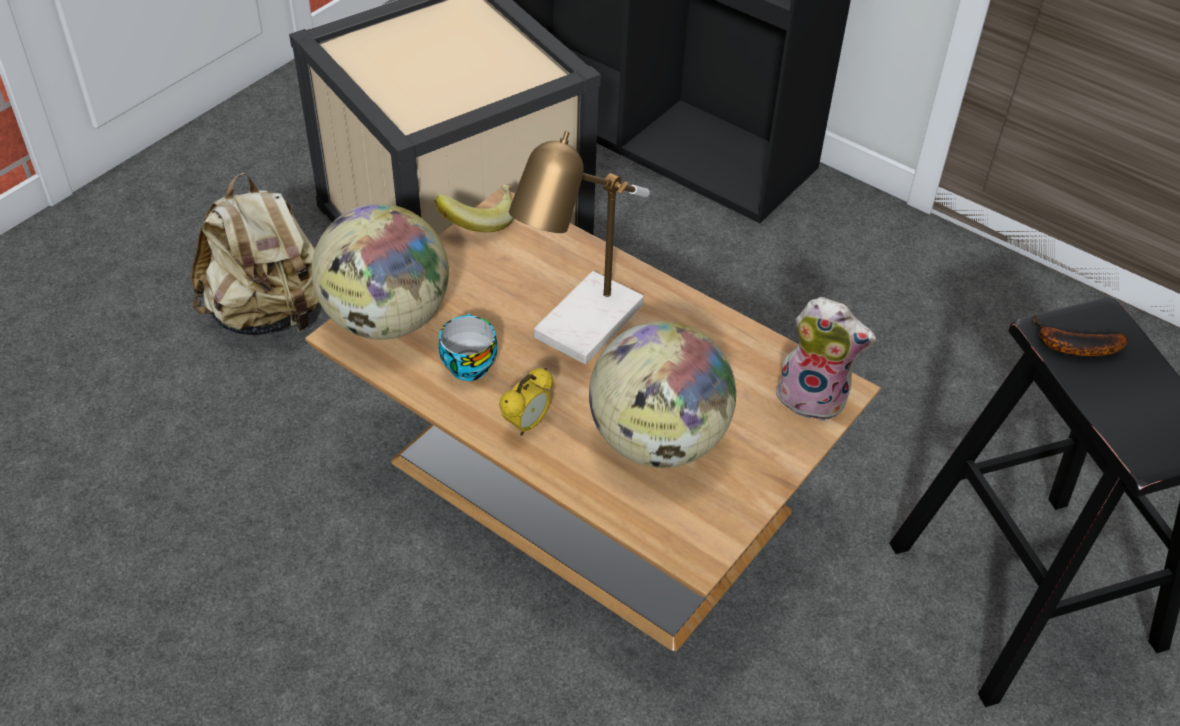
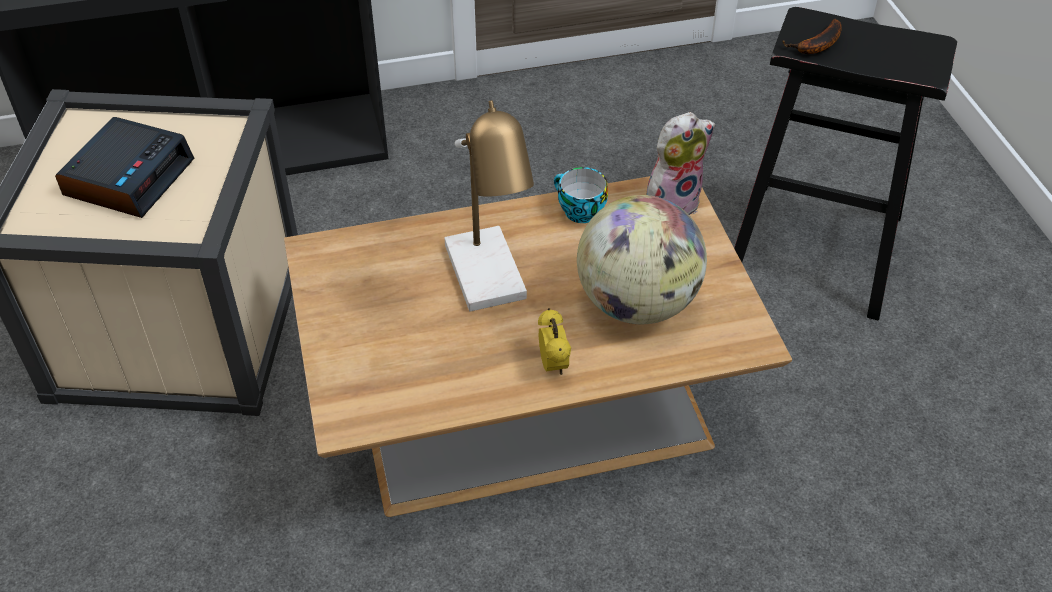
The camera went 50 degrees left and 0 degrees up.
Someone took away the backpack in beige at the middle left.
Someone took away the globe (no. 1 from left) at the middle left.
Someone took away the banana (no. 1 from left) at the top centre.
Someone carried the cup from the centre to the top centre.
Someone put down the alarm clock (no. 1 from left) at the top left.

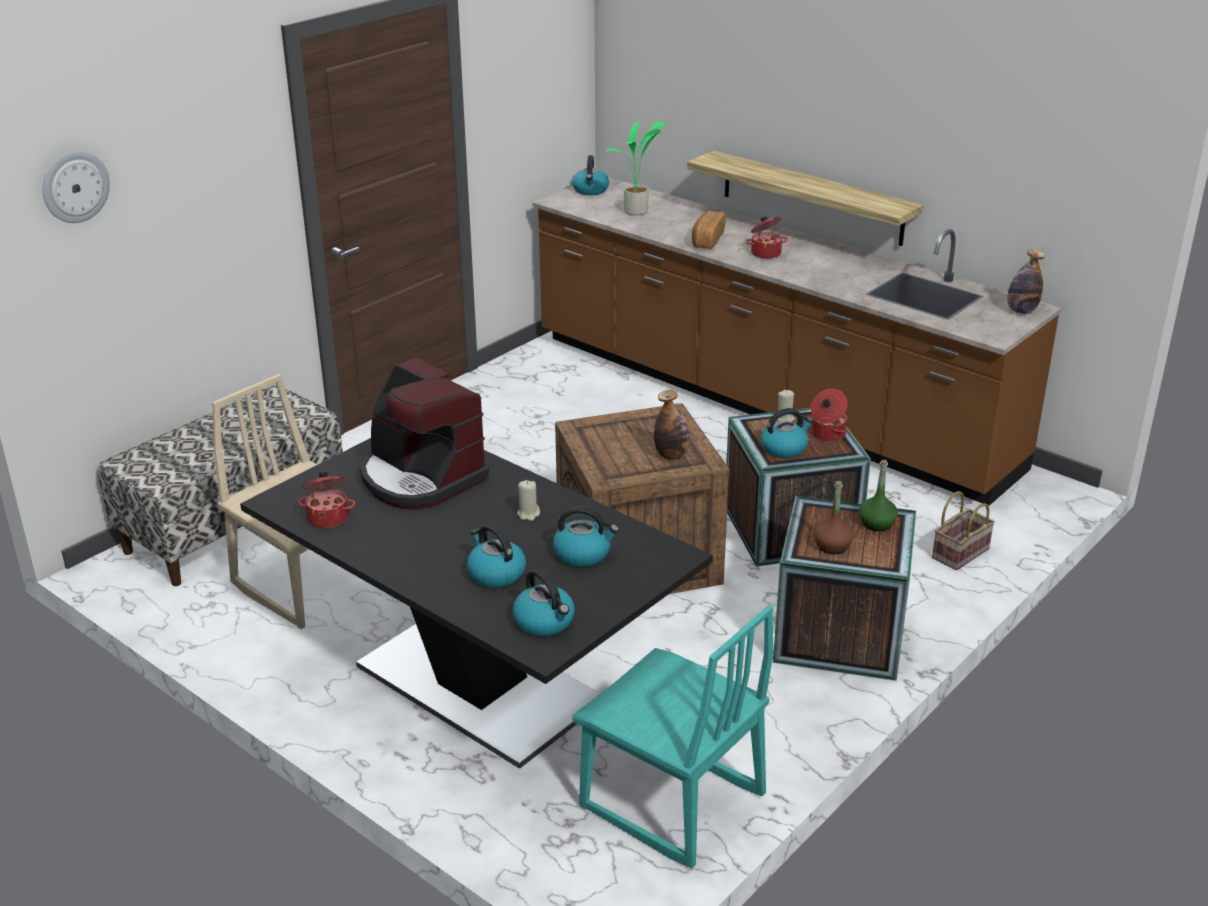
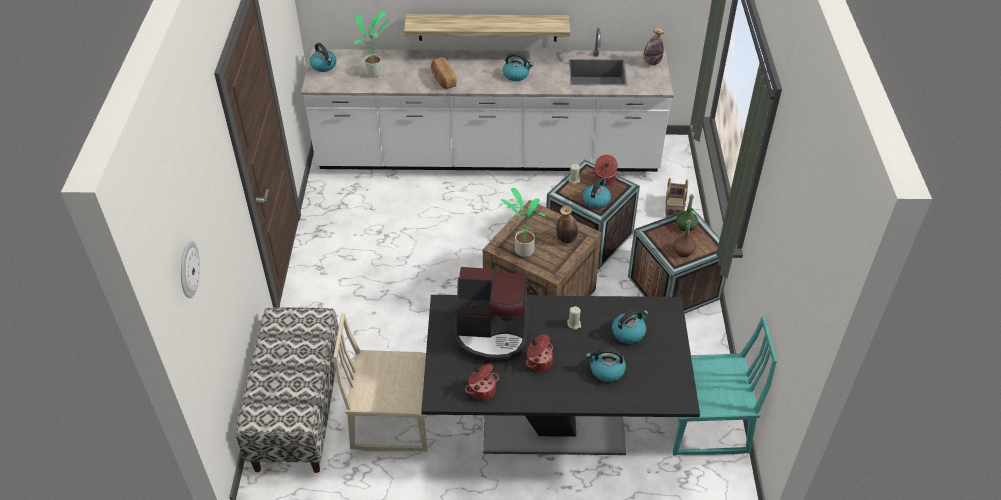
The camera went 40 degrees left and 15 degrees up.
Someone carried the kettle (no. 2 from left) from the centre to the top centre.
Someone repainted the counter in brown at the centre, which became the counter in white at the top centre.
Someone carried the cooking pot (no. 2 from left) from the top centre to the bottom centre.
Someone put down the potted plant (no. 2 from left) at the centre.

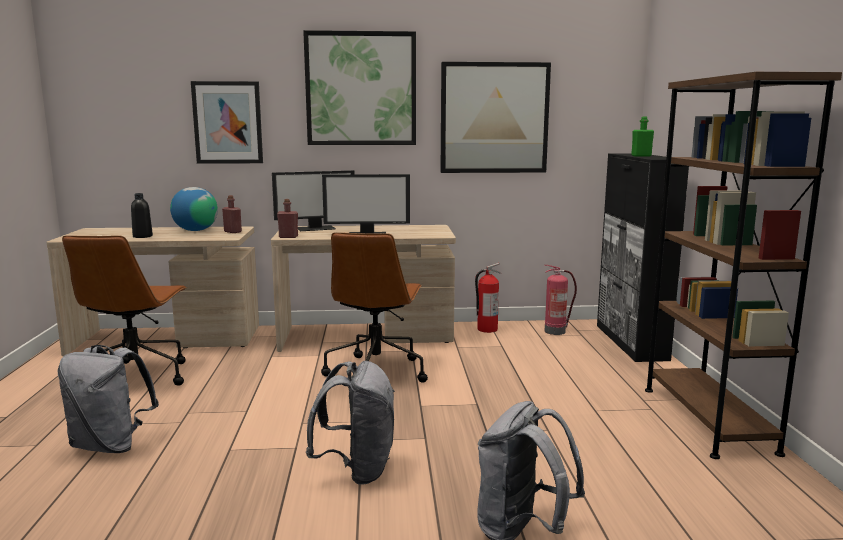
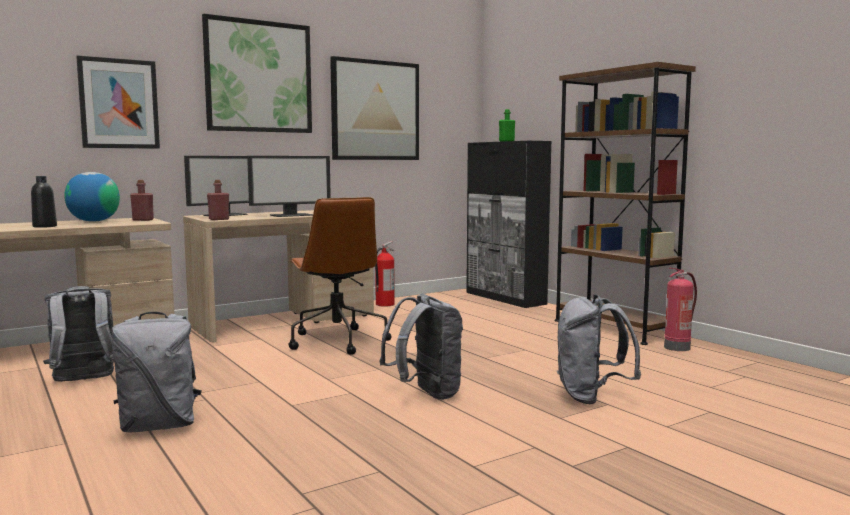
The camera went 30 degrees left and 5 degrees down.
Someone swapped the office chair in brown (no. 1 from left) at the middle left for the backpack in grey (no. 1 from left) at the middle left.
Someone carried the fire extinguisher (no. 2 from left) from the centre to the middle right.

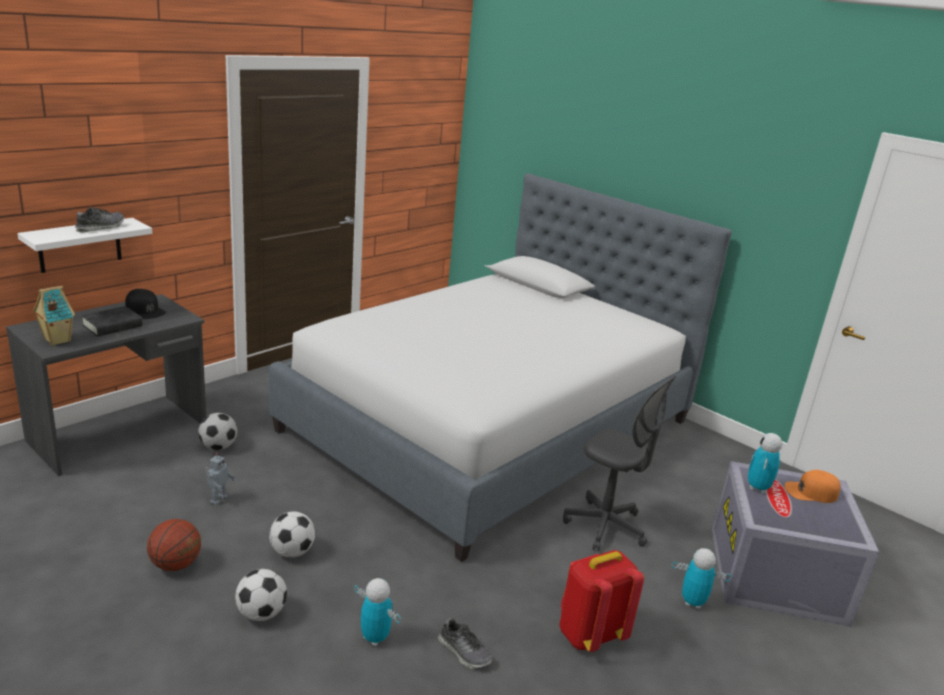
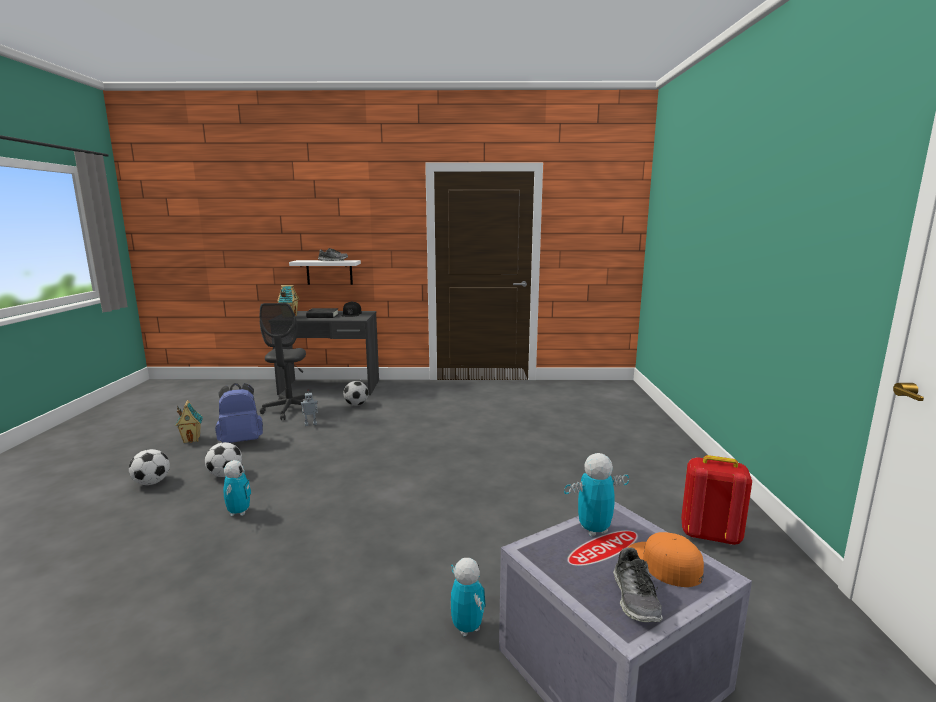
The camera went 50 degrees right and 10 degrees down.
Someone swapped the basketball at the bottom left for the backpack in blue at the middle left.
Someone took away the bed at the centre.
Someone carried the football (no. 3 from left in the first image) from the bottom left to the middle left.
Someone carried the shoe (no. 2 from left) from the bottom centre to the bottom right.
Someone carried the backpack in red from the bottom centre to the bottom right.
Someone carried the office chair in grey from the centre to the middle left.
Someone put down the toy house (no. 1 from left) at the middle left.

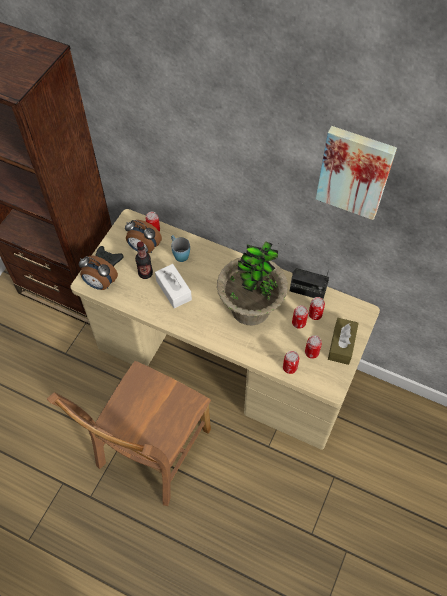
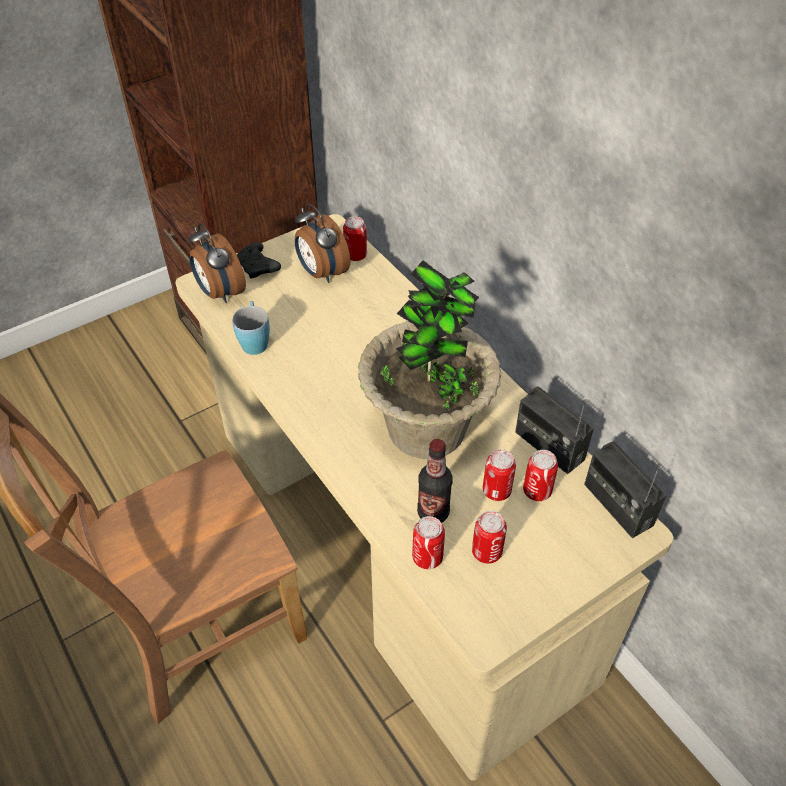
The camera went 30 degrees right and 10 degrees down.
Someone carried the bottle from the middle left to the centre.
Someone took away the tissue box in white at the centre.
Someone carried the mug in blue from the centre to the middle left.
Someone took away the picture at the top right.
Someone took away the tissue box in brown at the middle right.
Someone put down the radio (no. 2 from left) at the middle right.

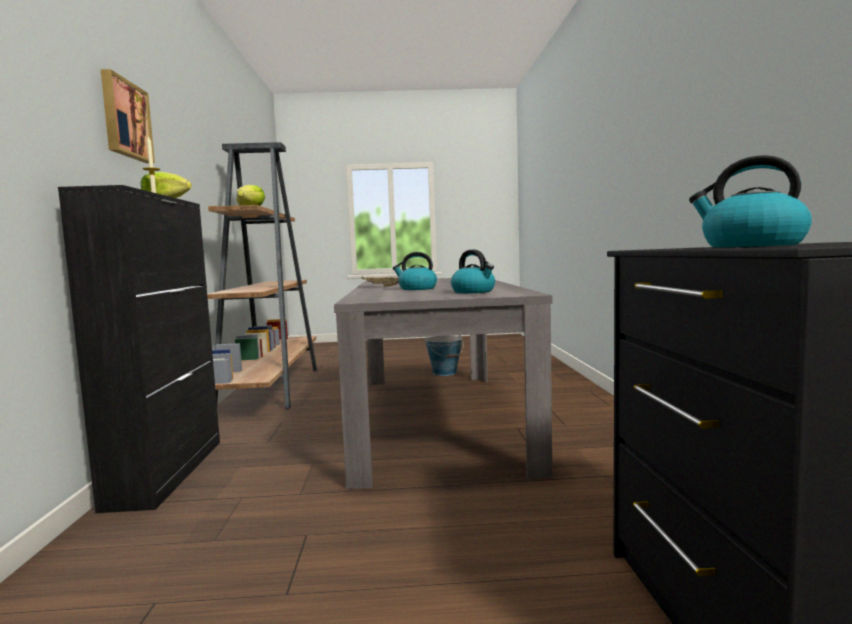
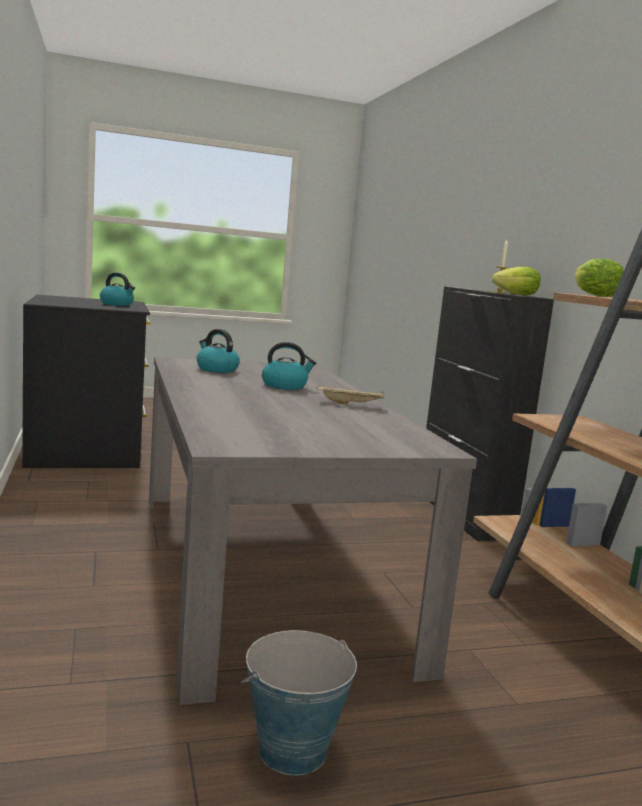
The camera went 165 degrees right and 5 degrees up.
Someone took away the picture at the top left.

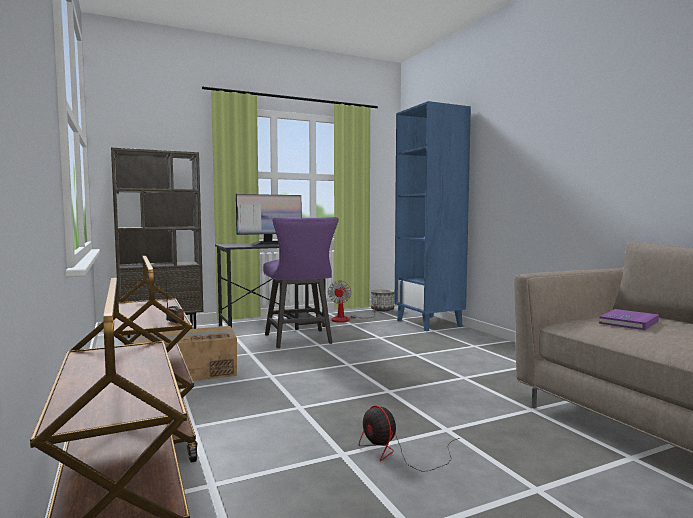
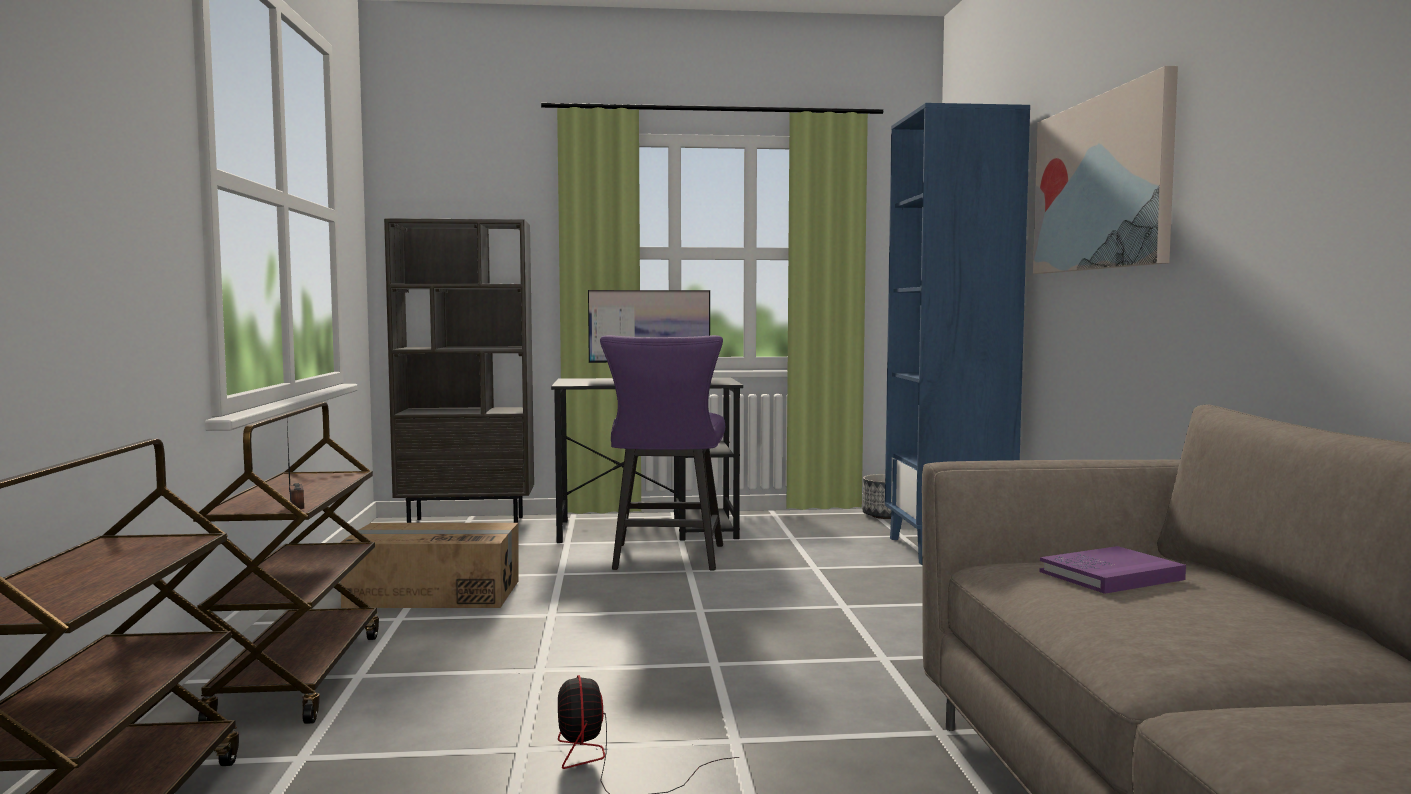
The camera went 20 degrees right and 0 degrees up.
Someone took away the fan (no. 1 from left) at the centre.
Someone put up the picture at the top right.

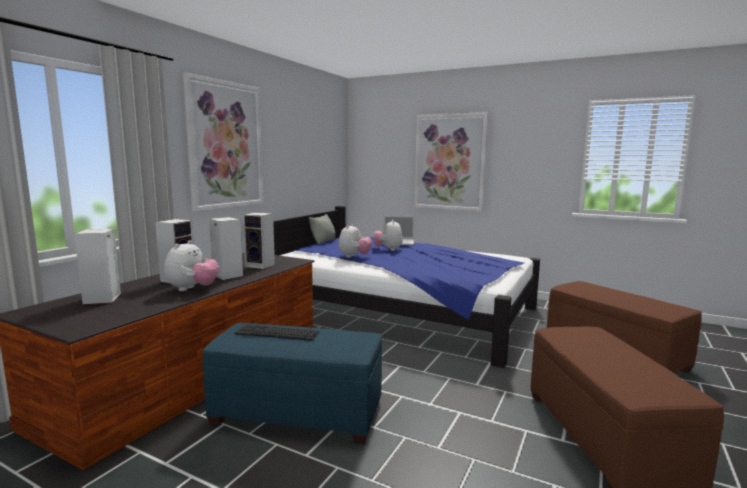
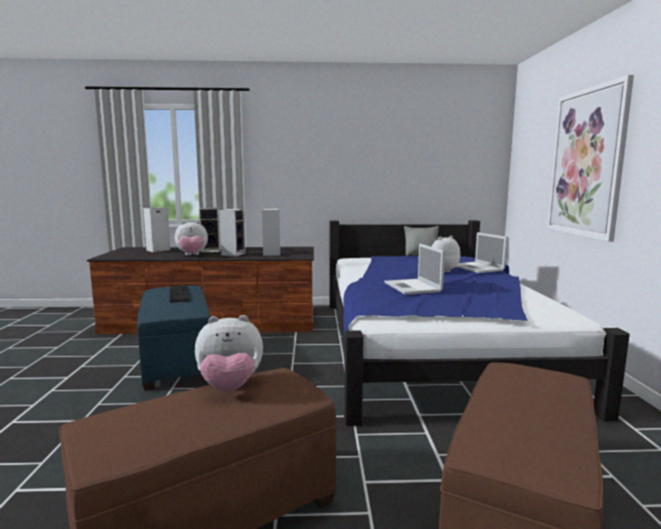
The camera went 60 degrees right and 0 degrees up.
Someone took away the picture (no. 1 from left) at the top left.
Someone carried the plush toy (no. 2 from left) from the centre to the bottom centre.
Someone put down the laptop (no. 1 from left) at the centre.

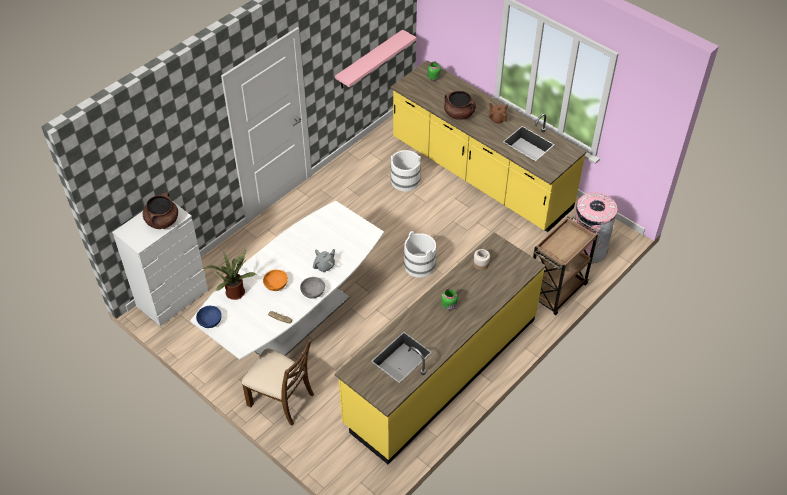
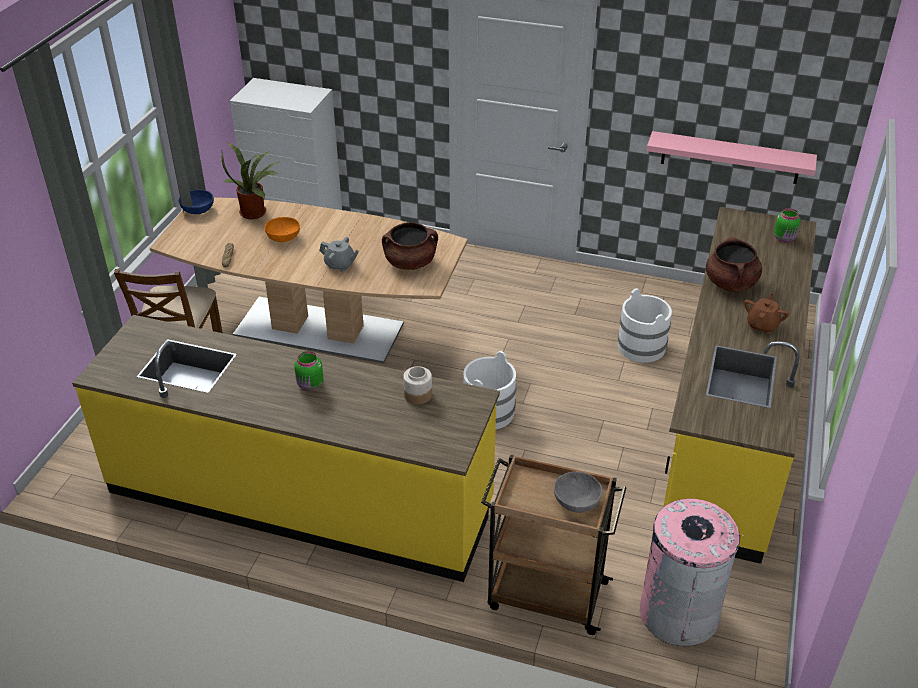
The camera went 65 degrees right and 10 degrees down.
Someone carried the cooking pot in brown (no. 1 from left) from the middle left to the centre.
Someone repainted the dining table in white at the centre, which became the dining table in brown at the centre.
Someone carried the bowl in grey from the centre to the bottom centre.

